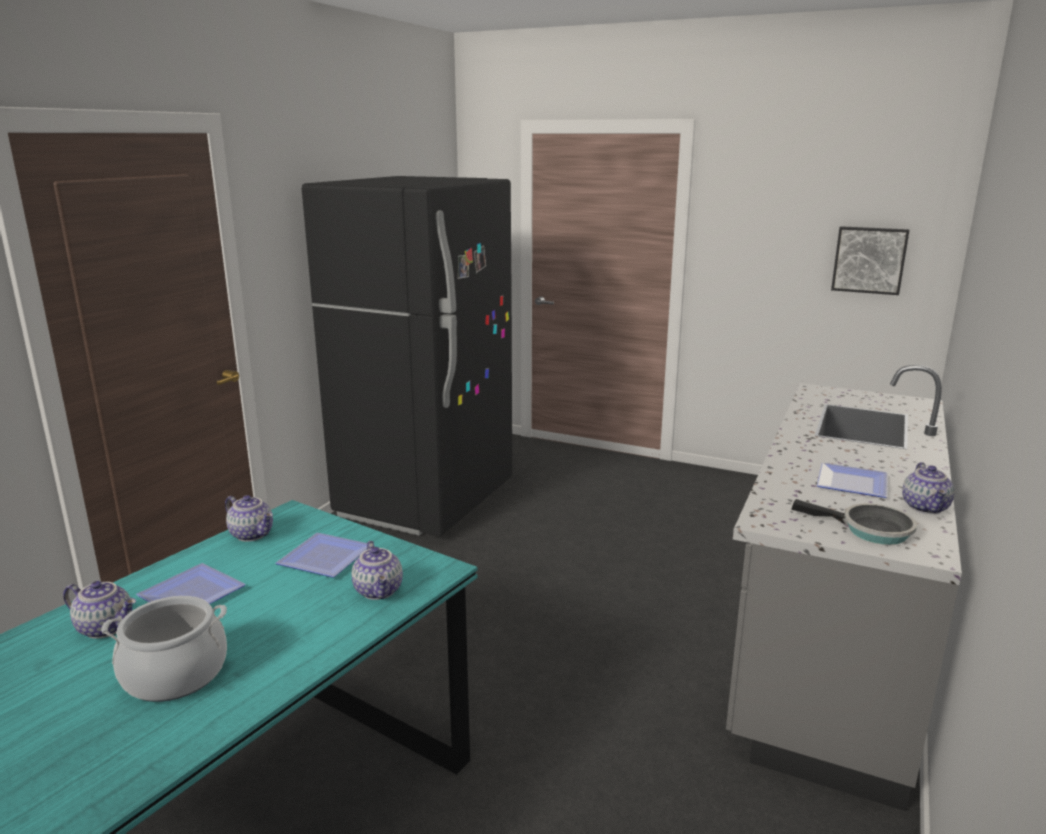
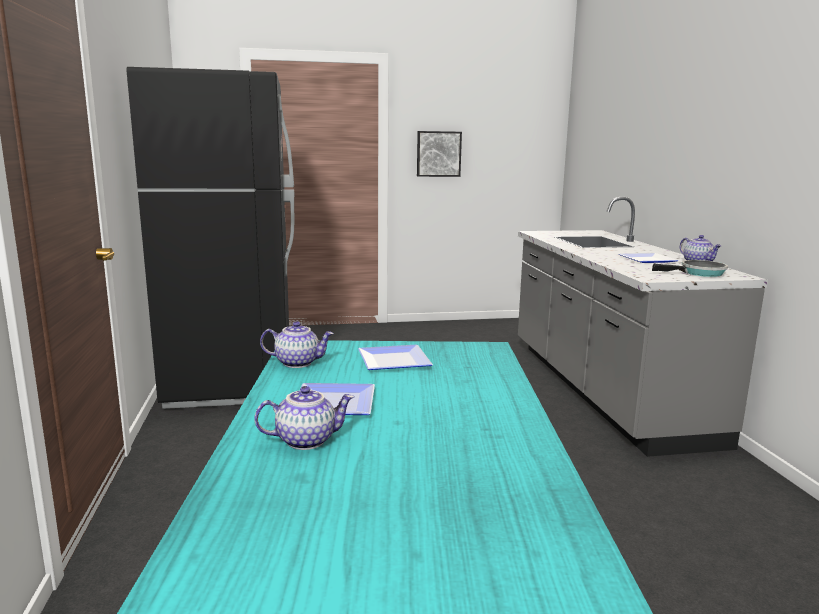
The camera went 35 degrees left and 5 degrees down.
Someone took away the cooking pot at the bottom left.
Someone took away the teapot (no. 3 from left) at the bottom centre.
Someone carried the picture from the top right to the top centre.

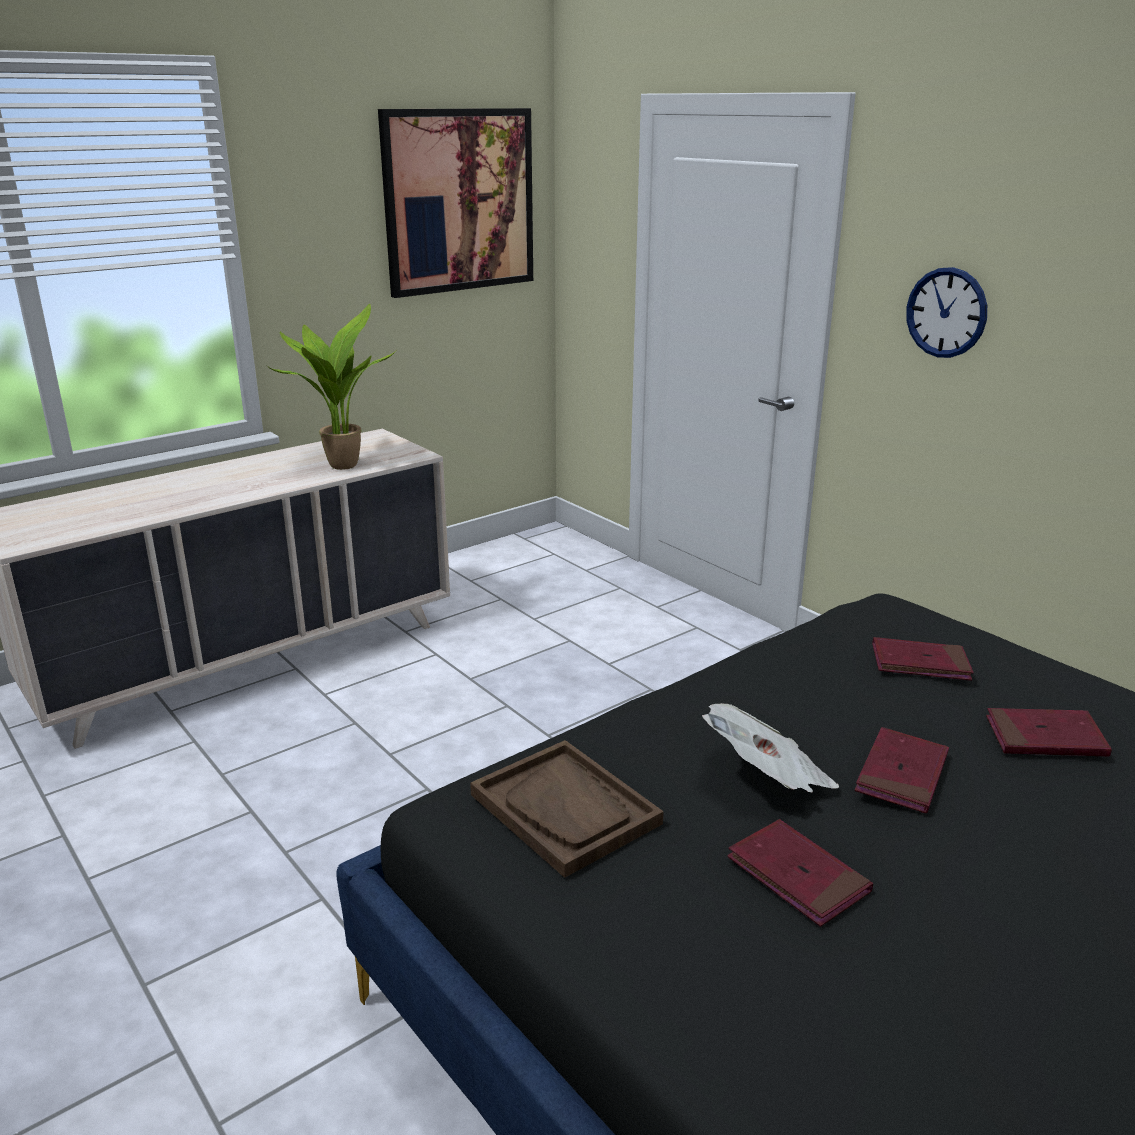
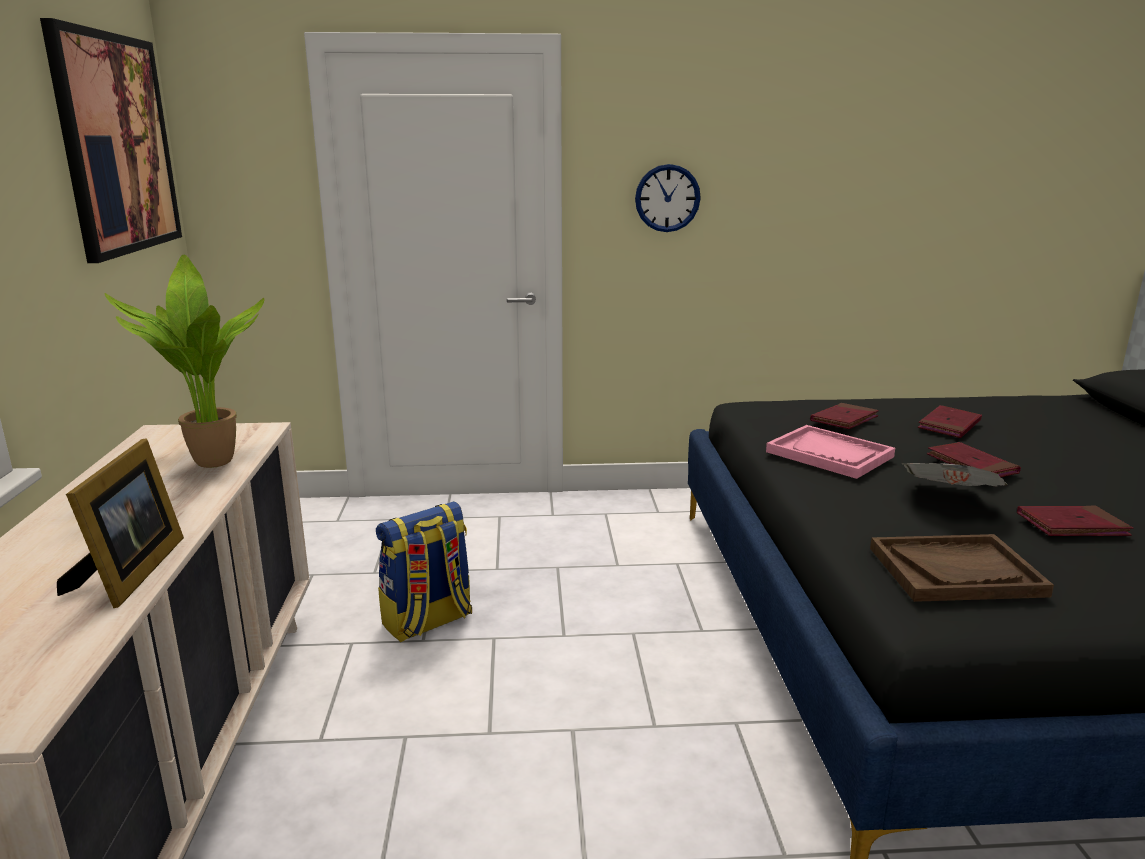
The camera went 55 degrees left and 5 degrees down.
Someone put down the picture frame at the middle left.
Someone put down the backpack at the centre.
Someone put down the tray in pink at the middle right.

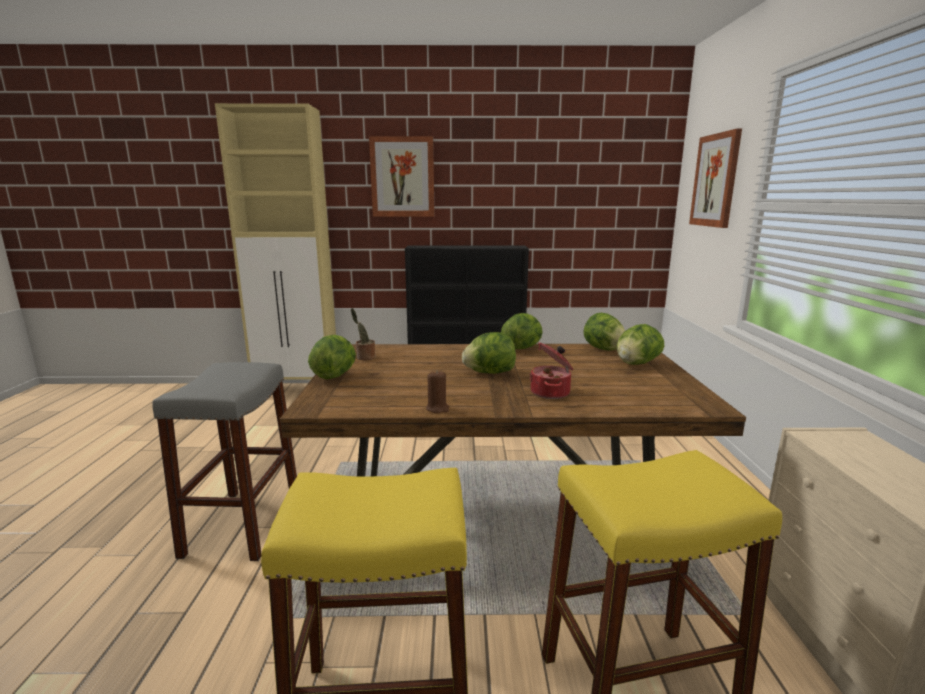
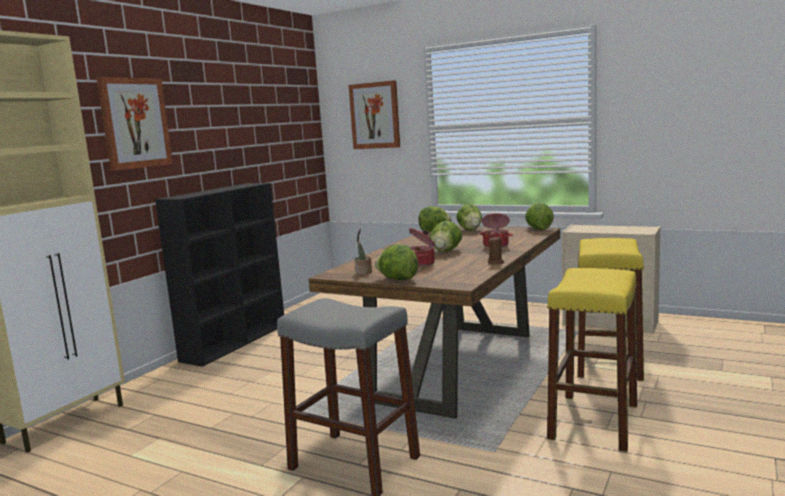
The camera went 60 degrees left and 5 degrees down.
Someone carried the lettuce (no. 3 from left in the first image) from the centre to the middle right.
Someone put down the cooking pot (no. 1 from left) at the centre.

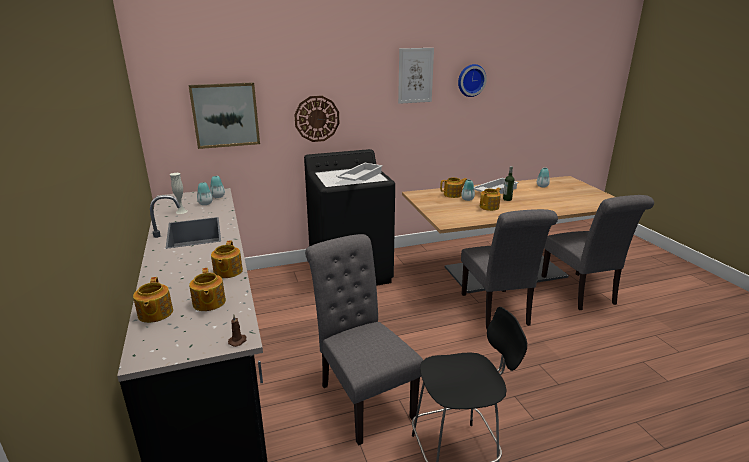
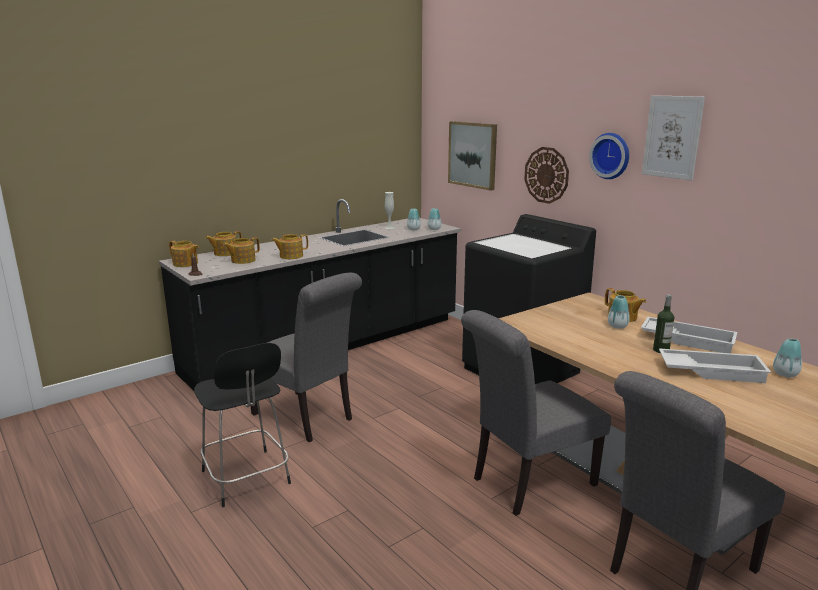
The camera went 70 degrees right and 5 degrees down.
Someone rotated the chair in grey (no. 1 from left) at the bottom centre by 90 degrees clockwise.
Someone carried the tray in white (no. 1 from left in the first image) from the centre to the middle right.
Someone carried the wall clock (no. 2 from left) from the top centre to the top right.
Someone carried the teapot (no. 5 from left in the first image) from the centre to the middle left.

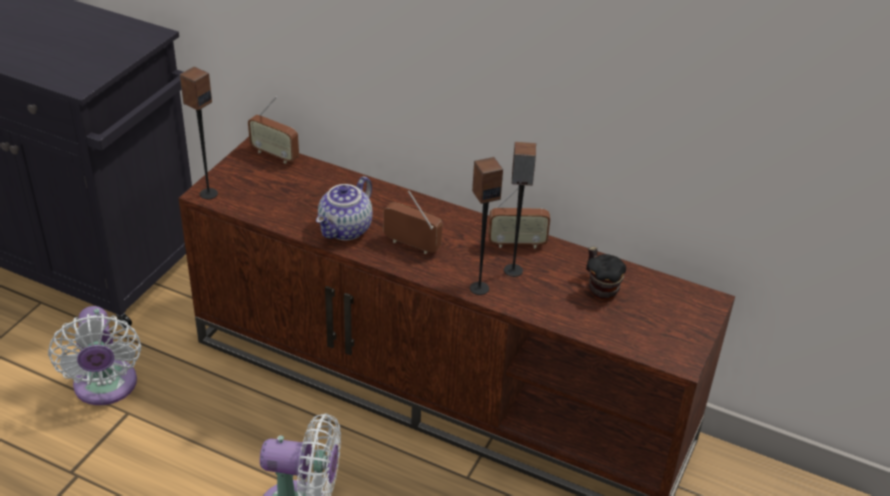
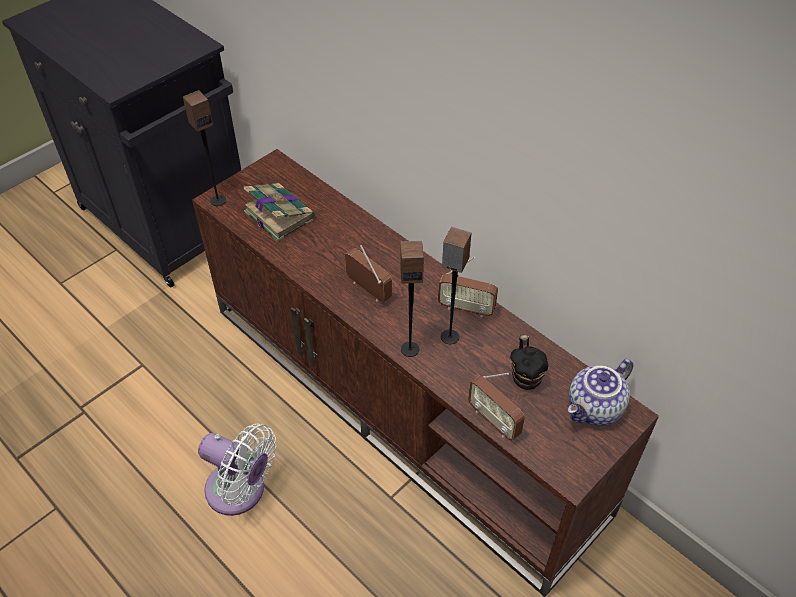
The camera went 20 degrees right and 10 degrees up.
Someone took away the fan in white (no. 1 from left) at the bottom left.
Someone carried the radio (no. 1 from left in the first image) from the top left to the bottom centre.
Someone carried the teapot from the centre to the middle right.
Someone put down the book at the centre.

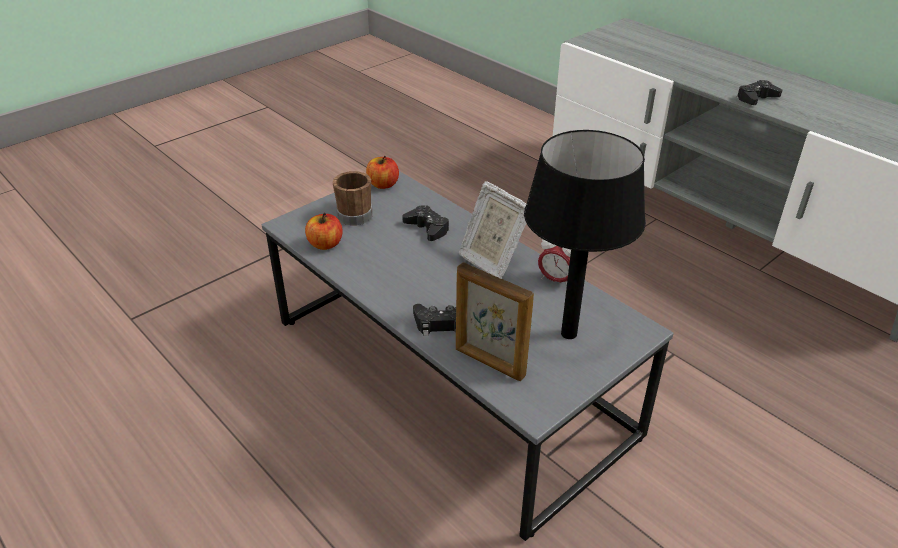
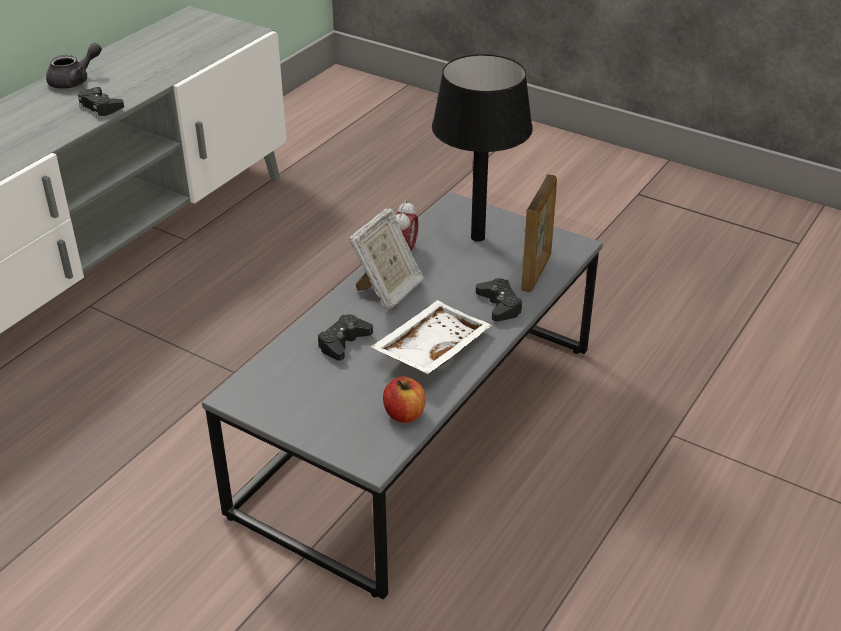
The camera went 105 degrees left and 0 degrees up.
Someone took away the mug in brown at the centre.
Someone took away the apple (no. 2 from left) at the top centre.
Someone put down the teapot in grey at the top left.
Someone put down the tray in white at the centre.

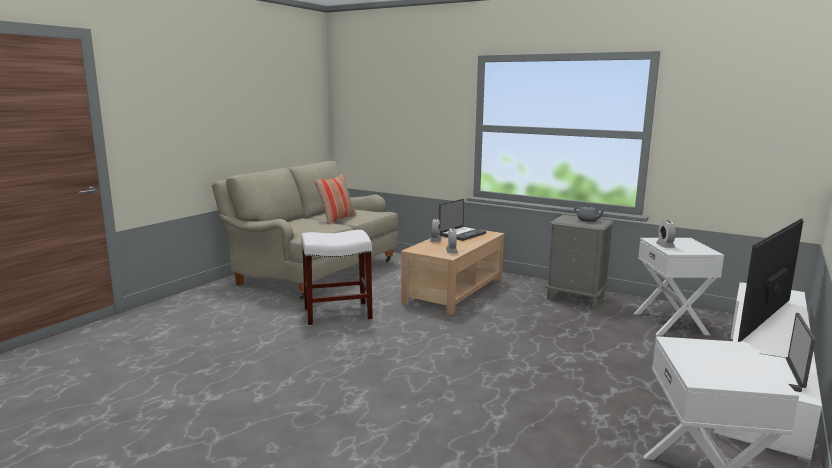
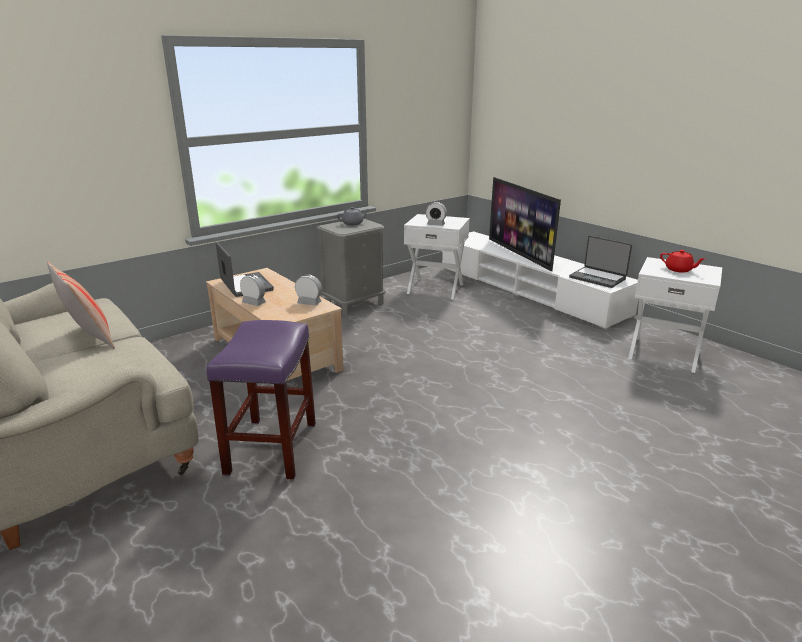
The camera went 70 degrees left and 10 degrees up.
Someone repainted the stool in white at the centre, which became the stool in purple at the middle left.
Someone put down the teapot in red at the middle right.

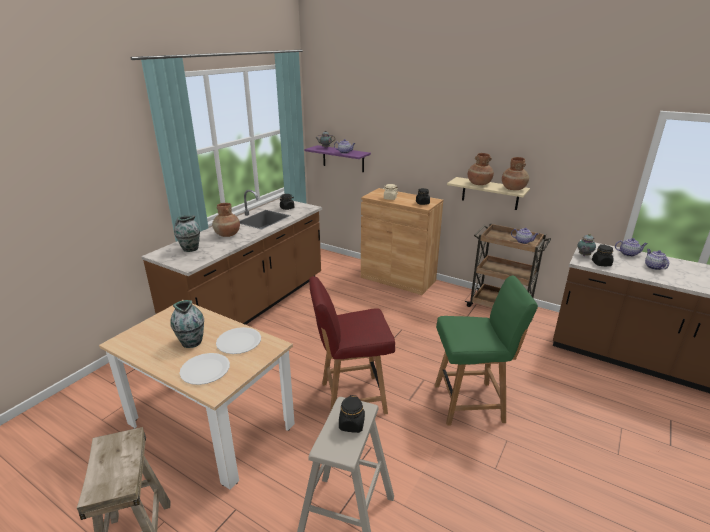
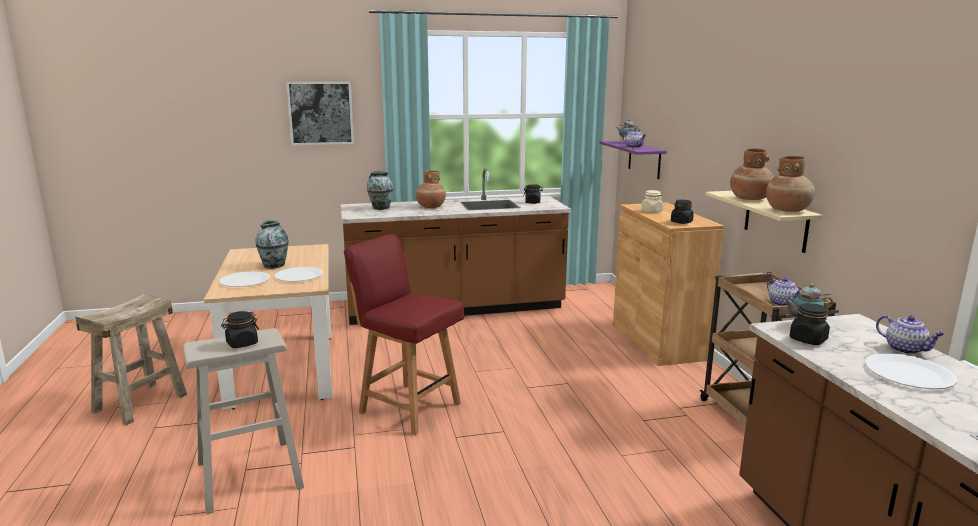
The camera went 45 degrees right and 10 degrees down.
Someone took away the chair in green at the middle right.
Someone swapped the teapot (no. 6 from left) at the middle right for the plate in white (no. 3 from left) at the bottom right.
Someone put up the picture at the top left.

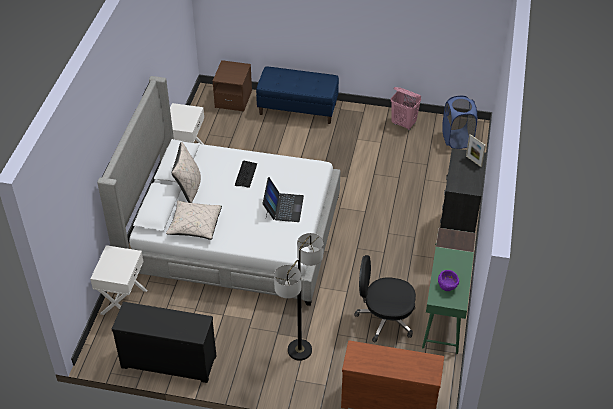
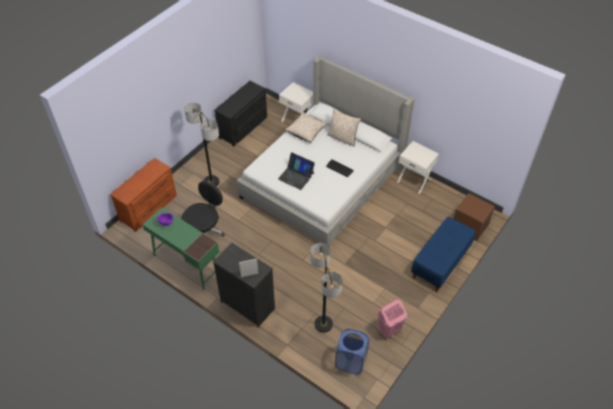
The camera went 115 degrees right and 5 degrees up.
Someone put down the floor lamp (no. 2 from left) at the bottom centre.

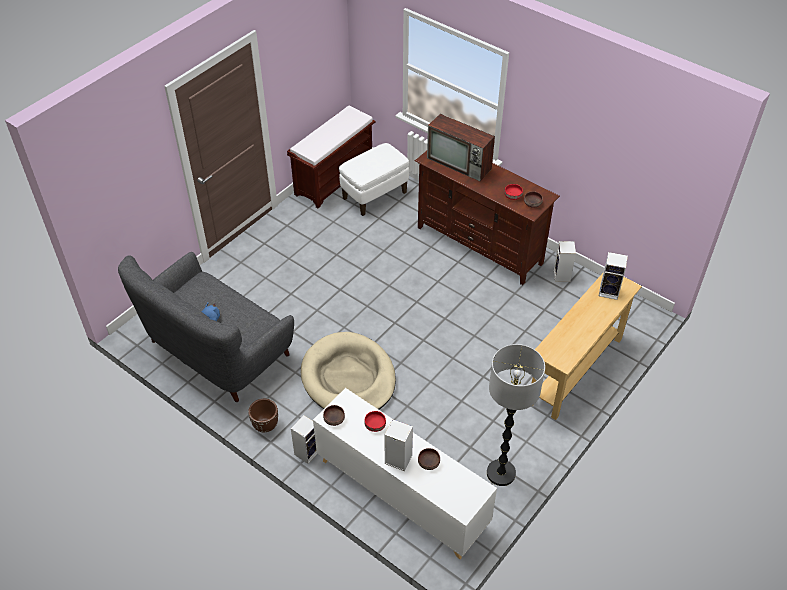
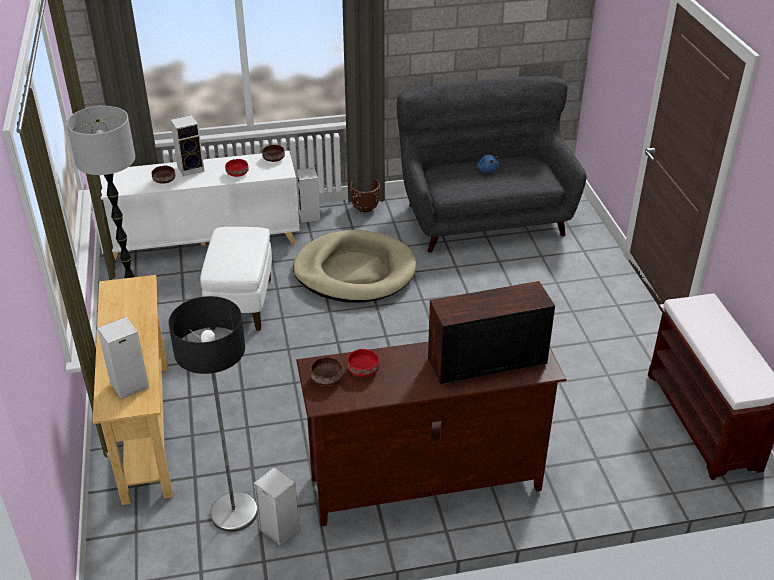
The camera went 130 degrees right and 10 degrees down.
Someone carried the ottoman in white from the top centre to the middle left.
Someone put down the floor lamp (no. 2 from left) at the bottom left.

